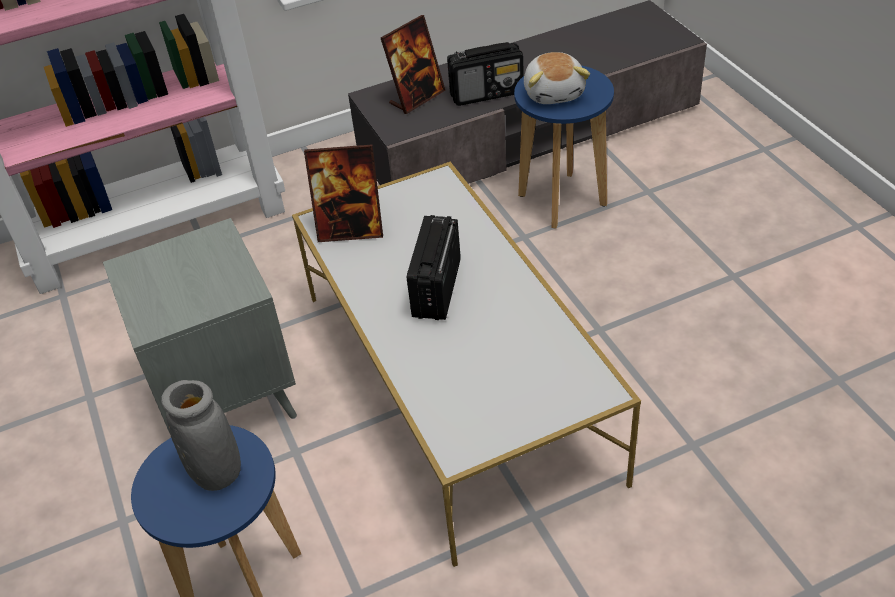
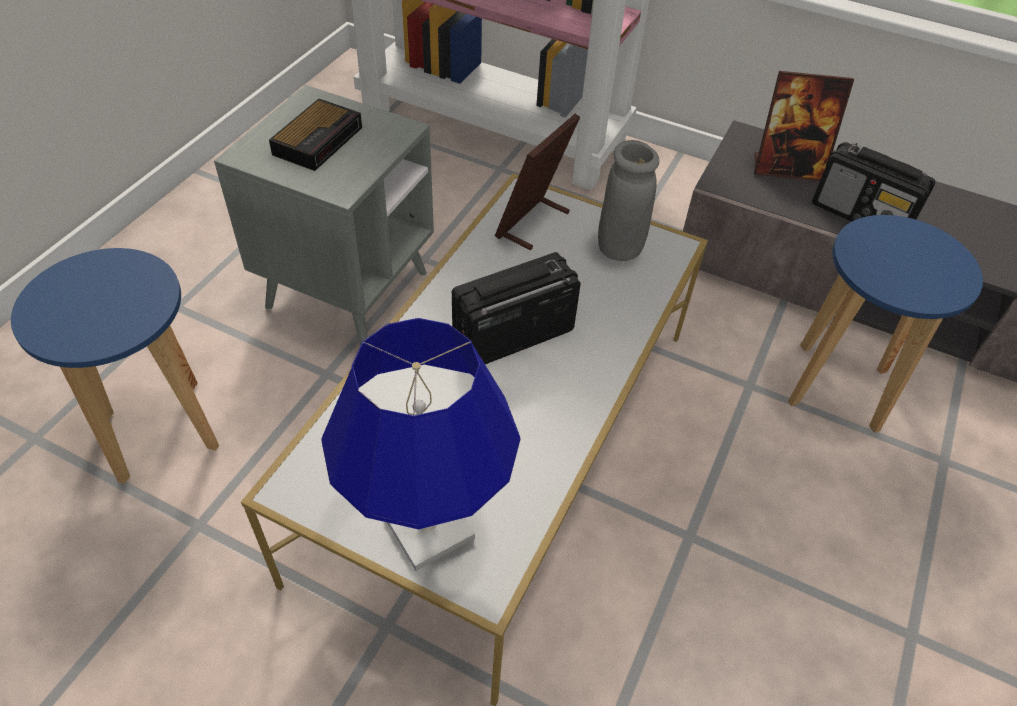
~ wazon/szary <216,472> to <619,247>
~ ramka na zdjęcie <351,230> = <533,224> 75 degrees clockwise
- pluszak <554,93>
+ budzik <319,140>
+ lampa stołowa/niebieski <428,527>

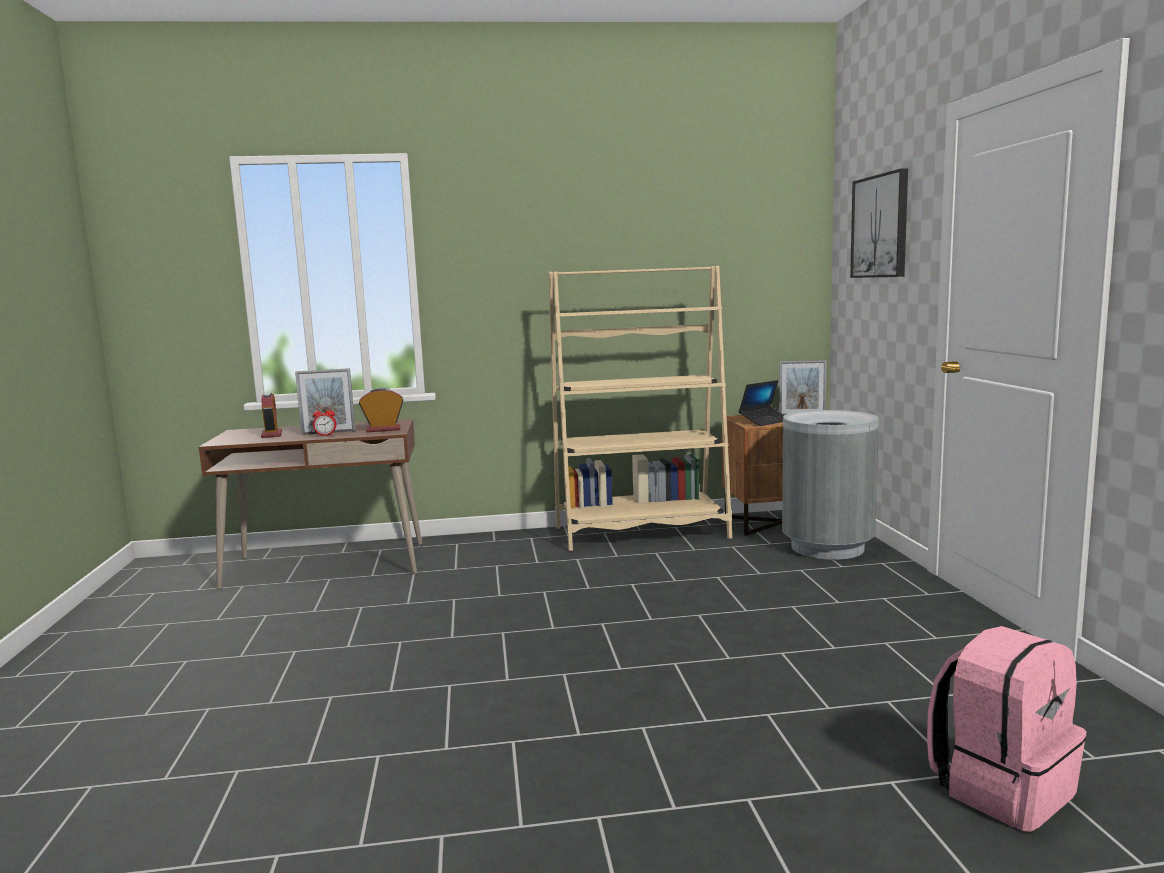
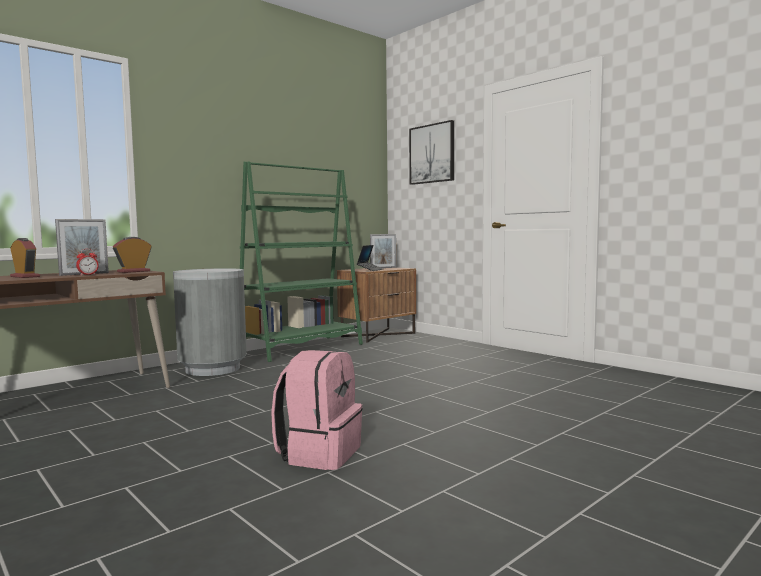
~ regał/beżowy <641,533> to regał/zielony <302,348>
~ kosz na śmieci/szary <827,547> to <213,369>
~ plecak/różowy <1001,788> to <319,453>

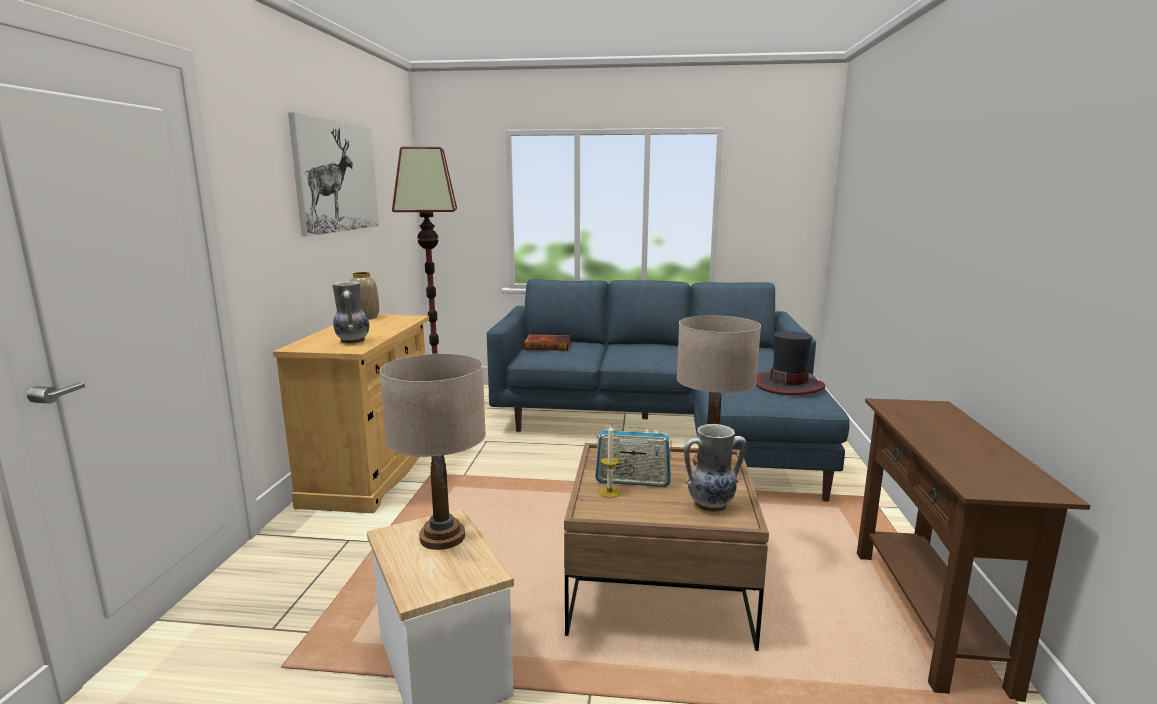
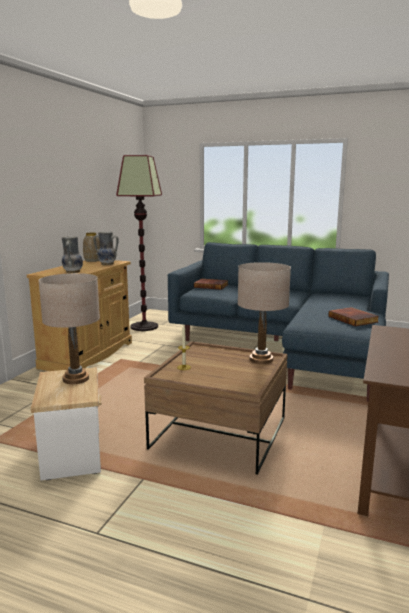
- obraz <337,177>
- radio <633,481>
~ wazon <711,505> to <107,264>
~ kapelusz <788,385> to książka <353,319>

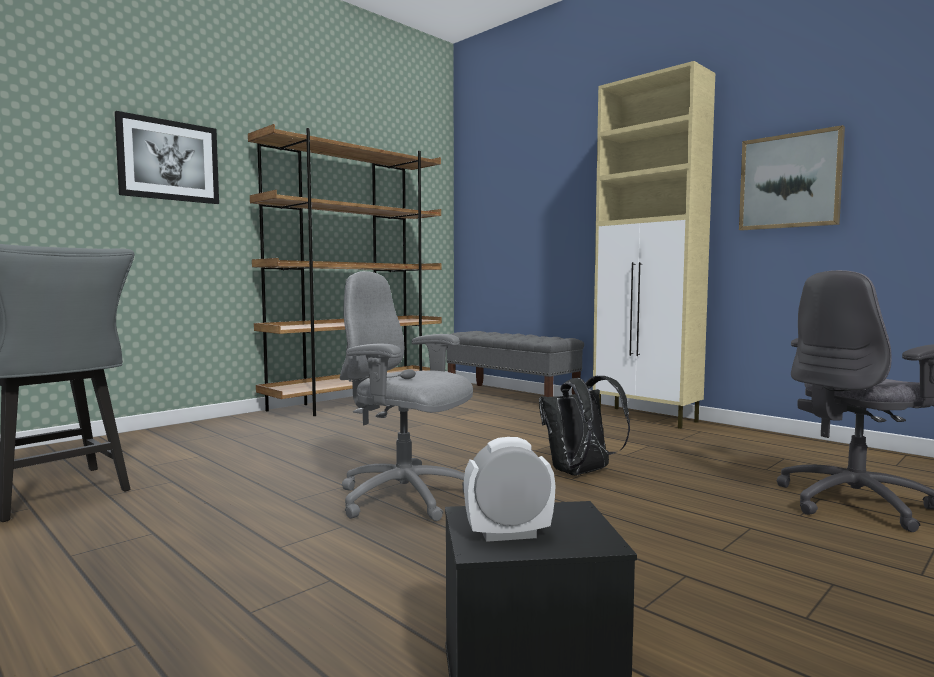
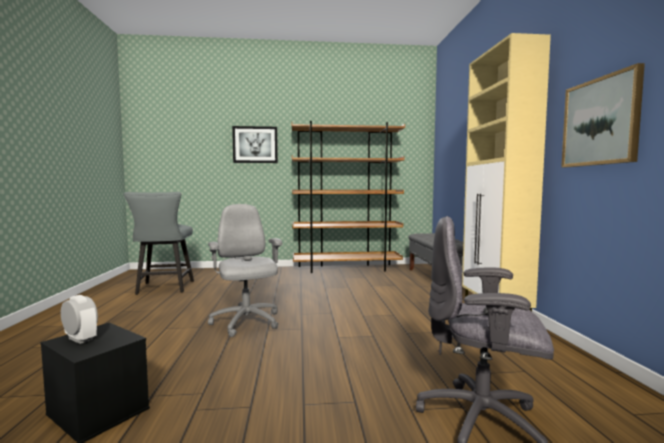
- plecak/czarny <580,473>

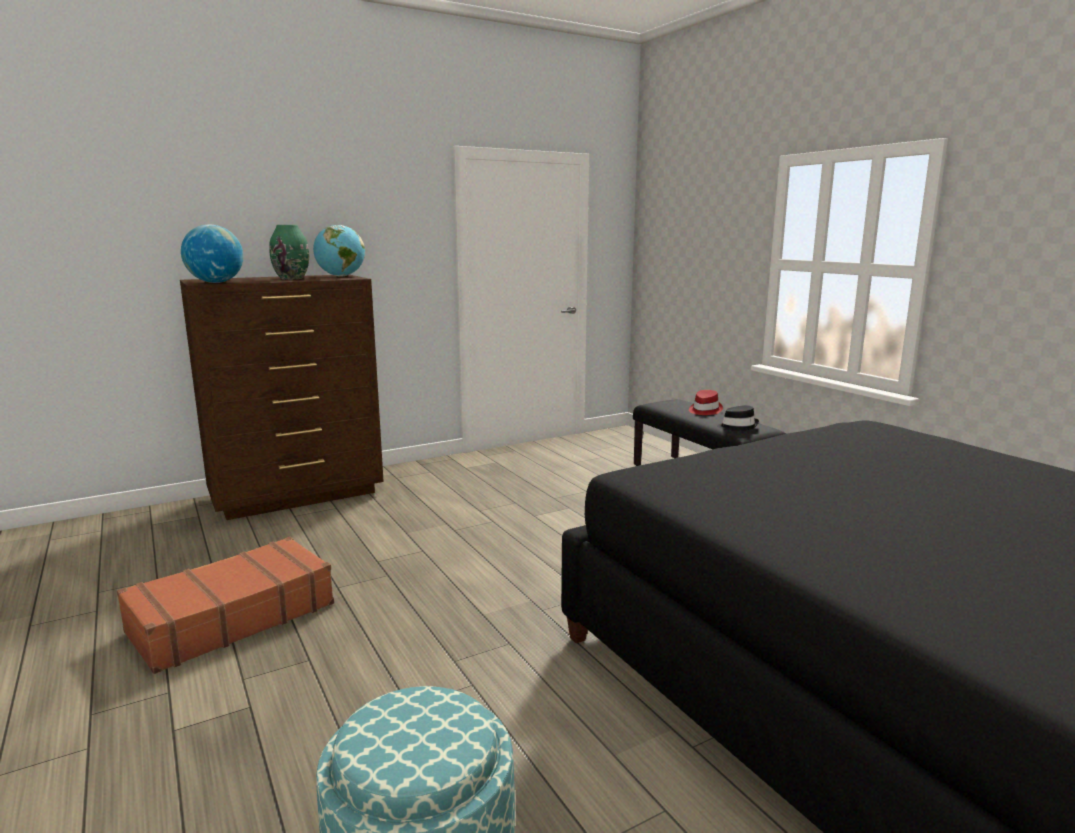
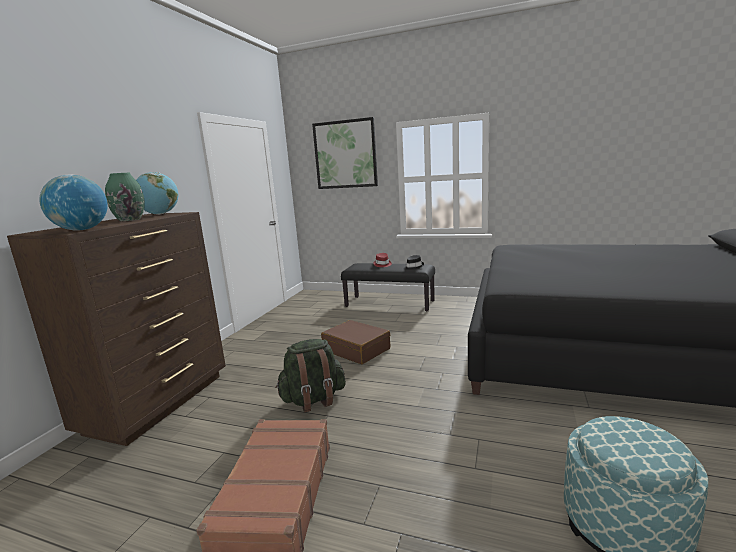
+ plecak/zielony <313,399>
+ obraz <345,154>
+ walizka/brązowy <356,349>

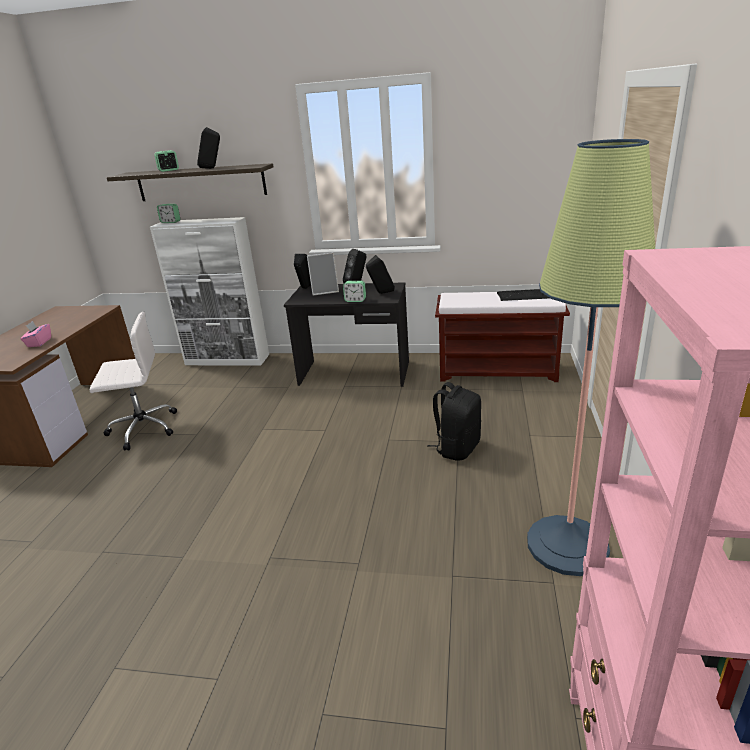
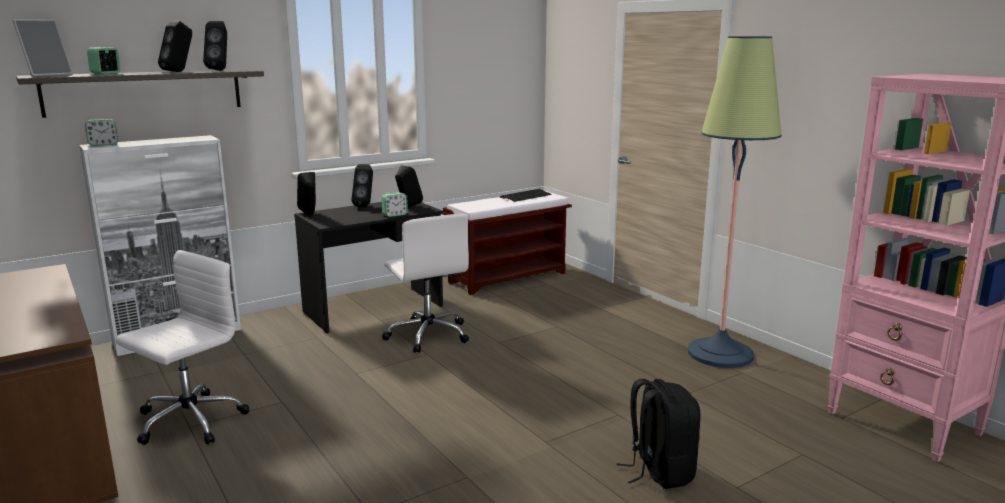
- pudełko chusteczek/różowy <39,342>
~ ramka na zdjęcie <325,291> to <47,75>
~ plecak/czarny <457,448> to <659,471>
+ głośnik/czarny <220,70>
+ krzesło biurowe/biały <428,335>

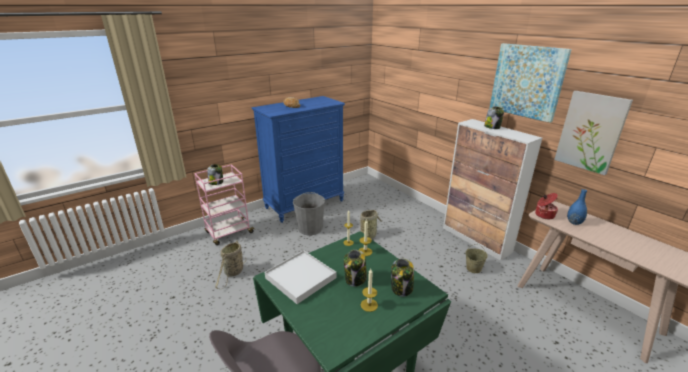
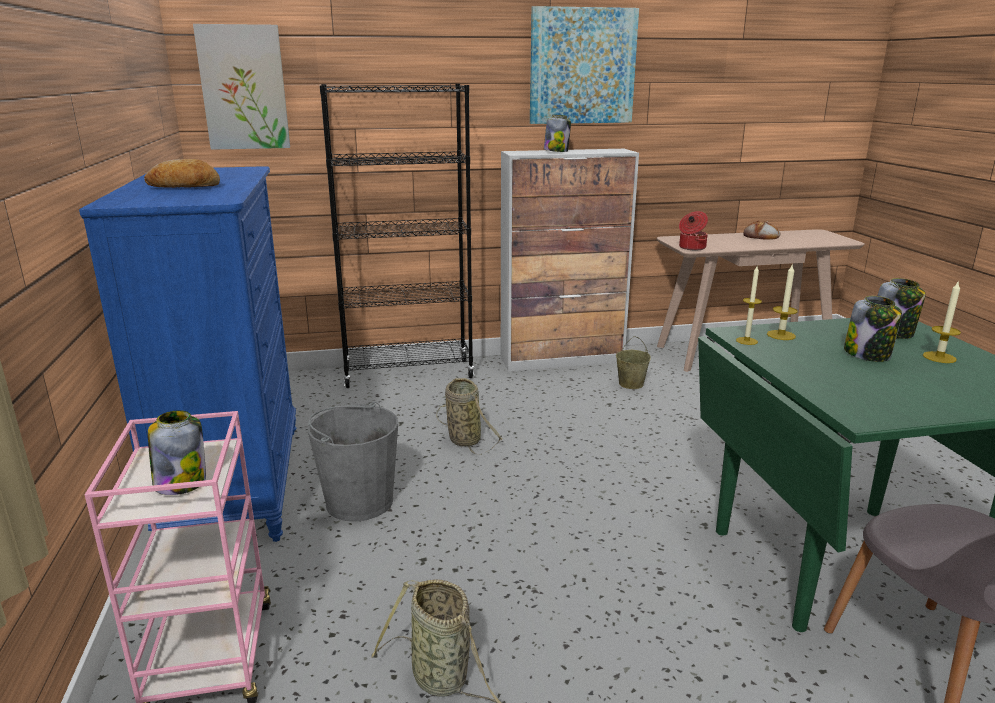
- taca/biały <300,278>
~ obraz <591,132> to <244,88>
- wazon/niebieski <574,222>
+ regał/czarny <408,374>
+ chleb <761,236>

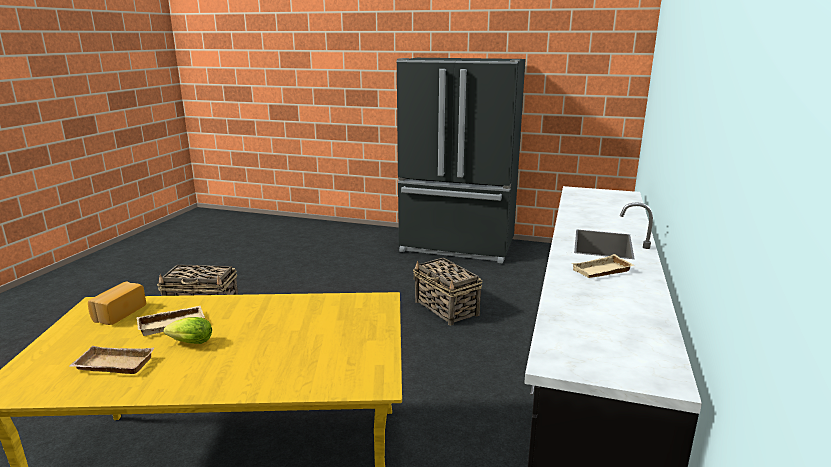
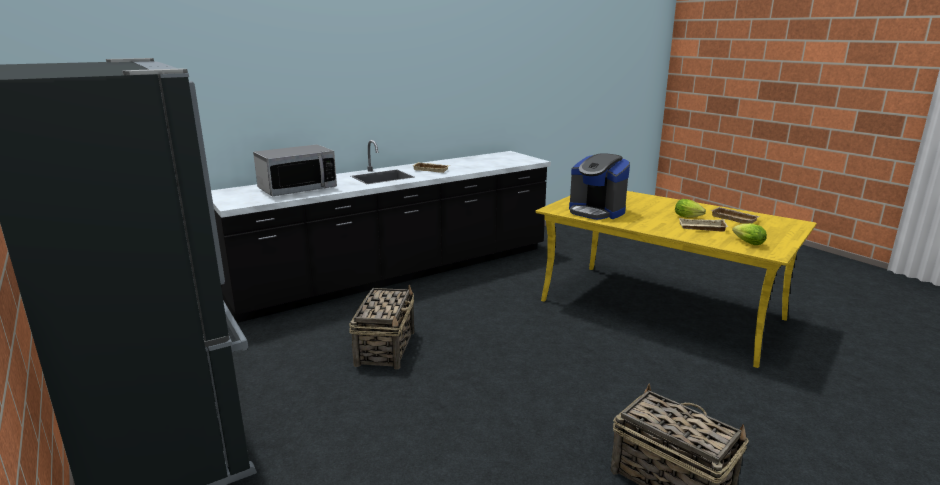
~ chleb <118,313> to sałata <746,242>
+ mikrofalówka <297,189>
+ ekspres do kawy <596,211>

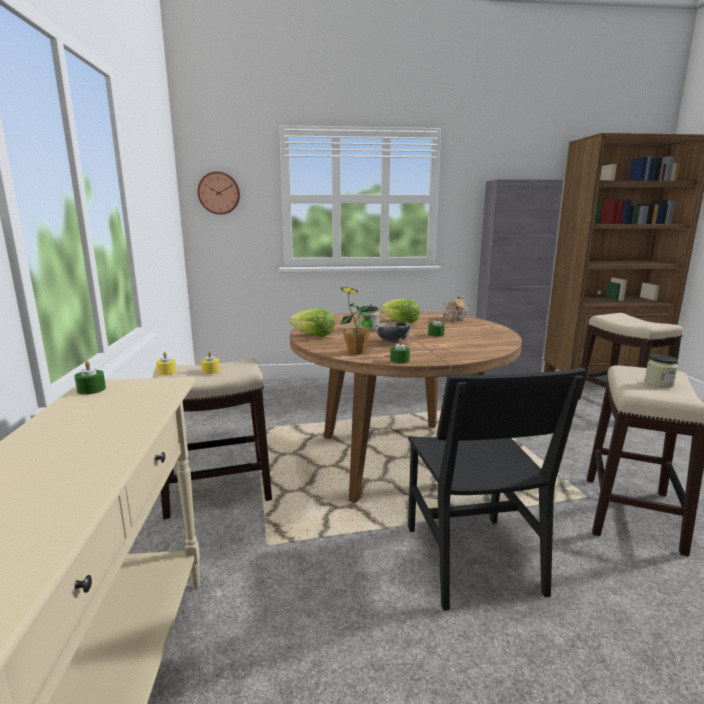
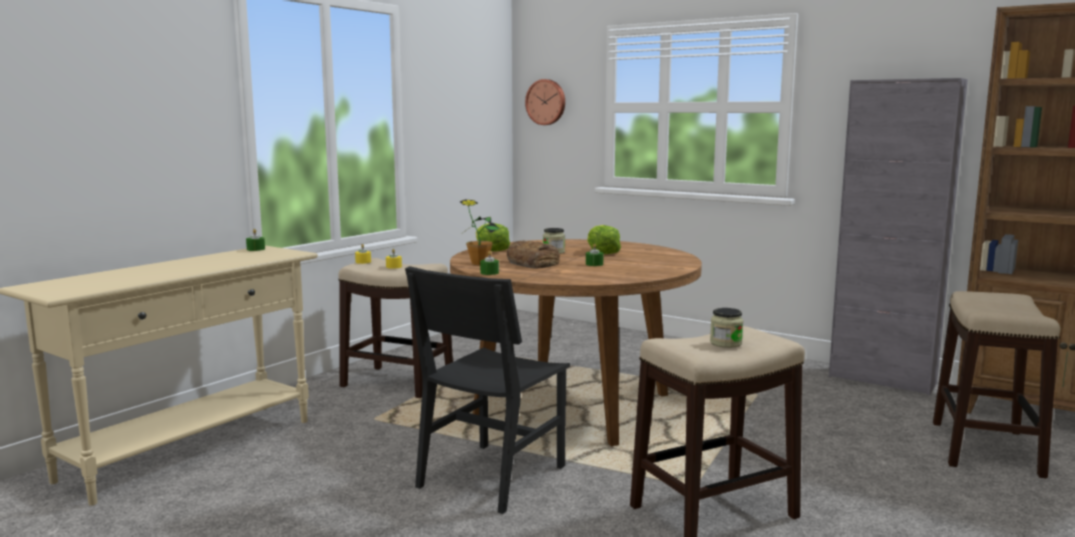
~ miska <392,342> to chleb <533,263>
- imbryk <453,319>

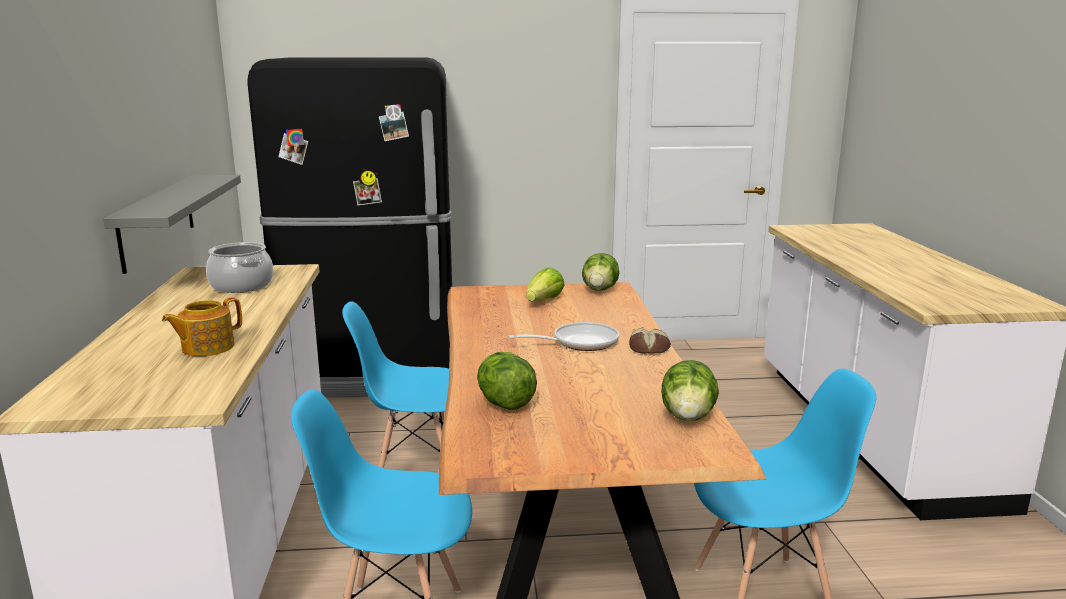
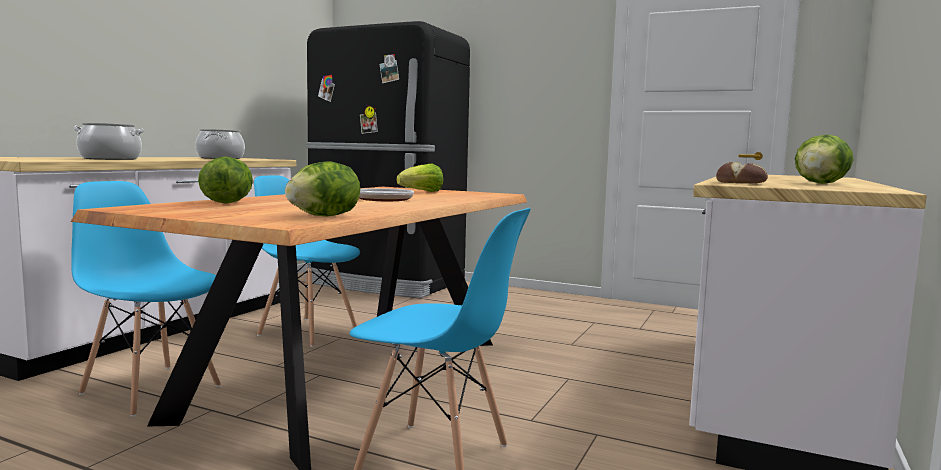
- półka/szary <157,221>
~ imbryk <206,347> to garnek <110,159>
~ sałata <600,290> to <820,183>
~ chleb <649,347> to <742,183>

